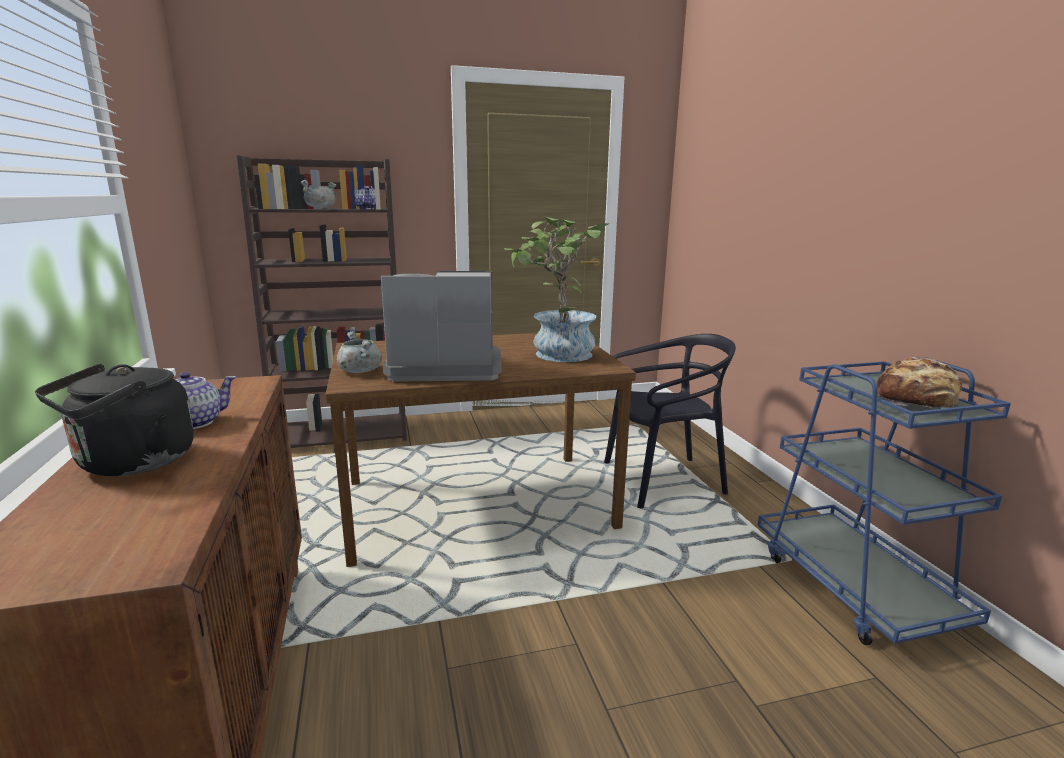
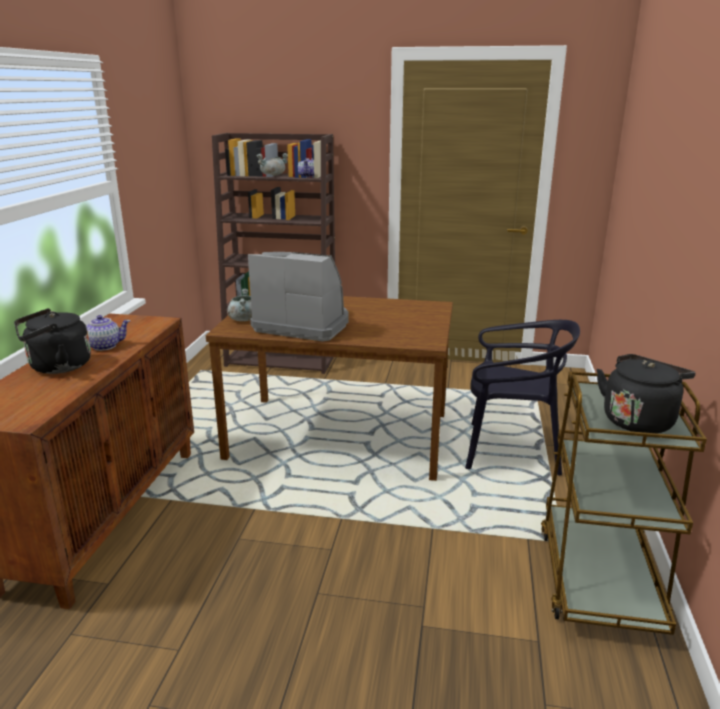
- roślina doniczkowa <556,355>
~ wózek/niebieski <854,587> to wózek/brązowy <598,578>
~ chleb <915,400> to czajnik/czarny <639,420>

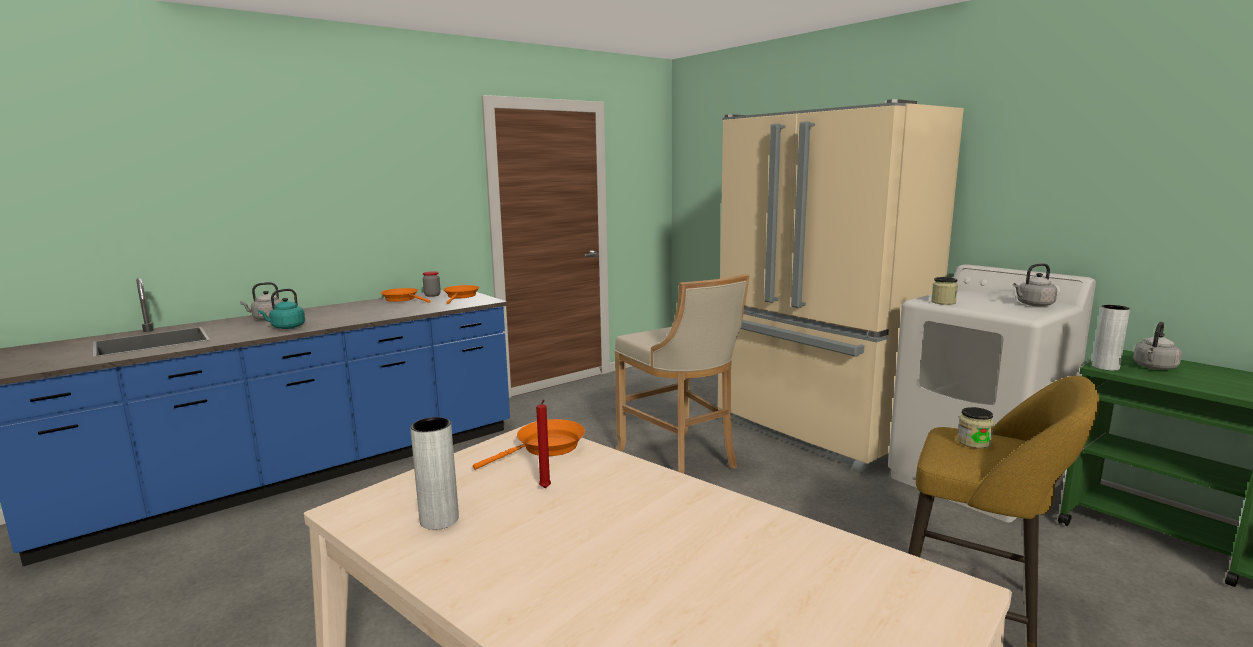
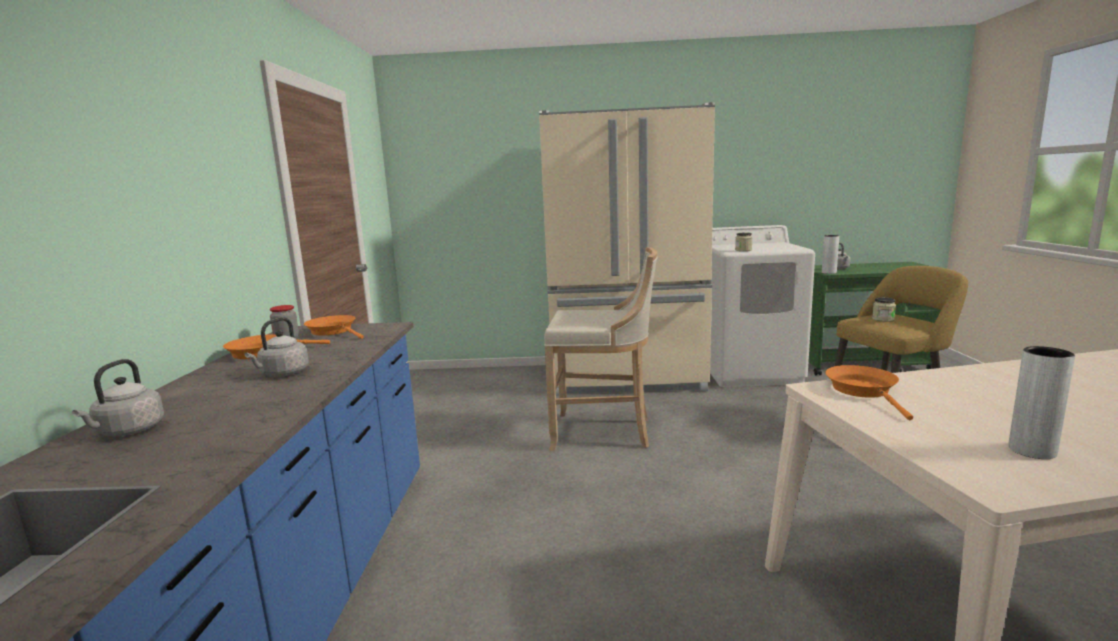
- czajnik/turkusowy <286,327>
- świeca/czerwony <545,489>
~ czajnik/szary <1033,305> to <283,373>

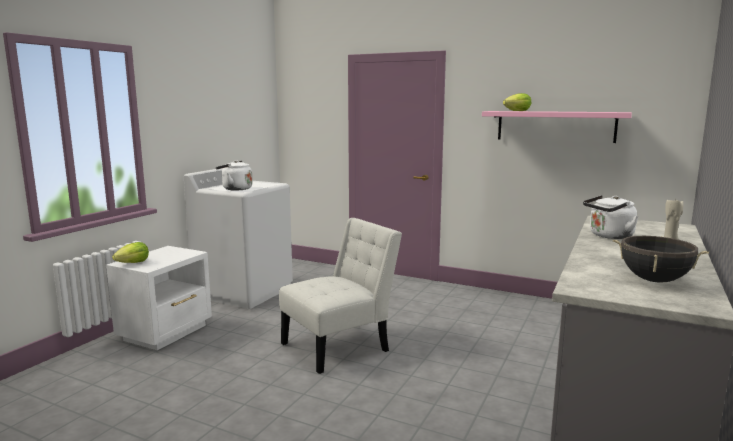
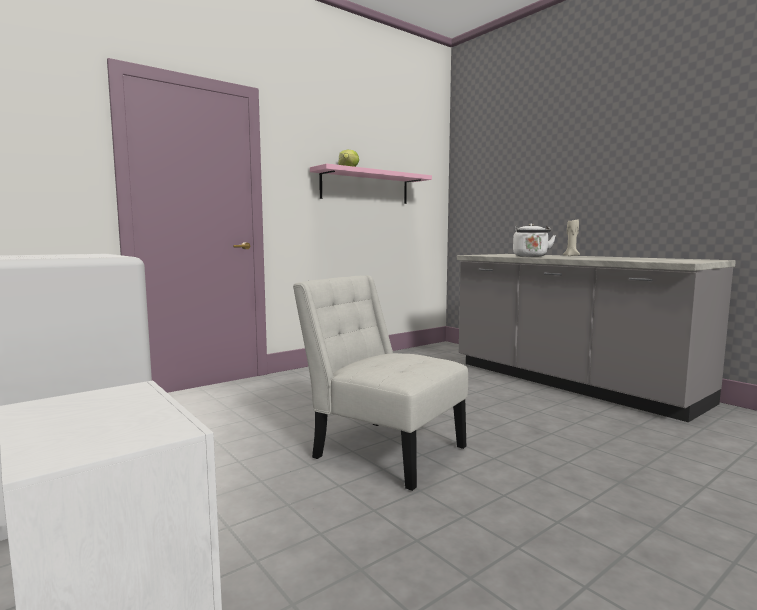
- sałata <133,263>
- czajnik/biały <235,189>
~ krzesło/biały <340,346> = <383,450> 45 degrees counterclockwise
- garnek/czarny <654,280>

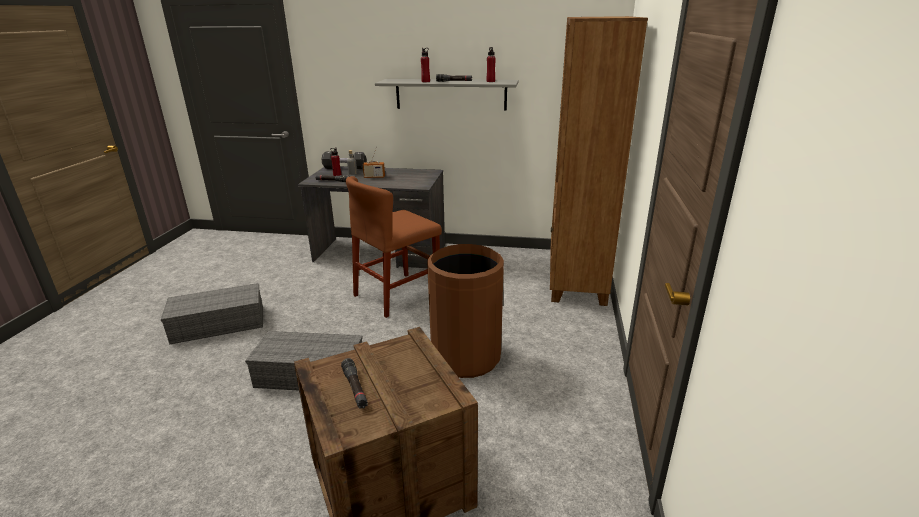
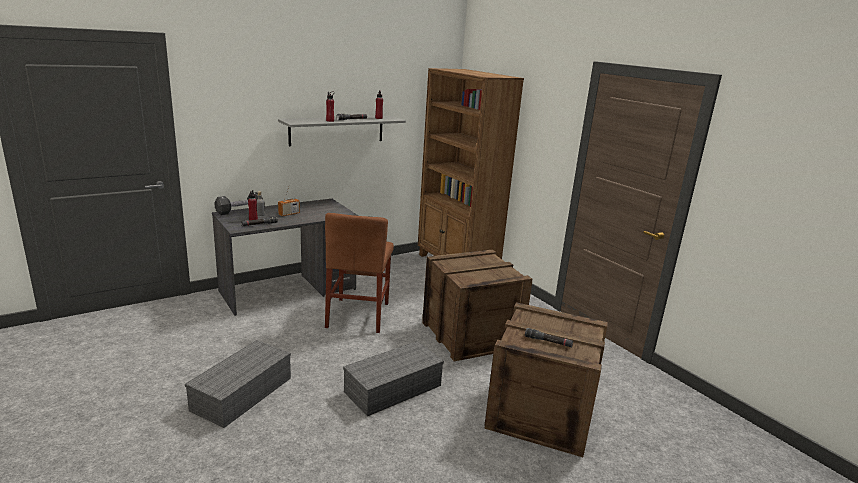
~ kosz na śmieci/brązowy <466,357> to skrzynka <471,335>

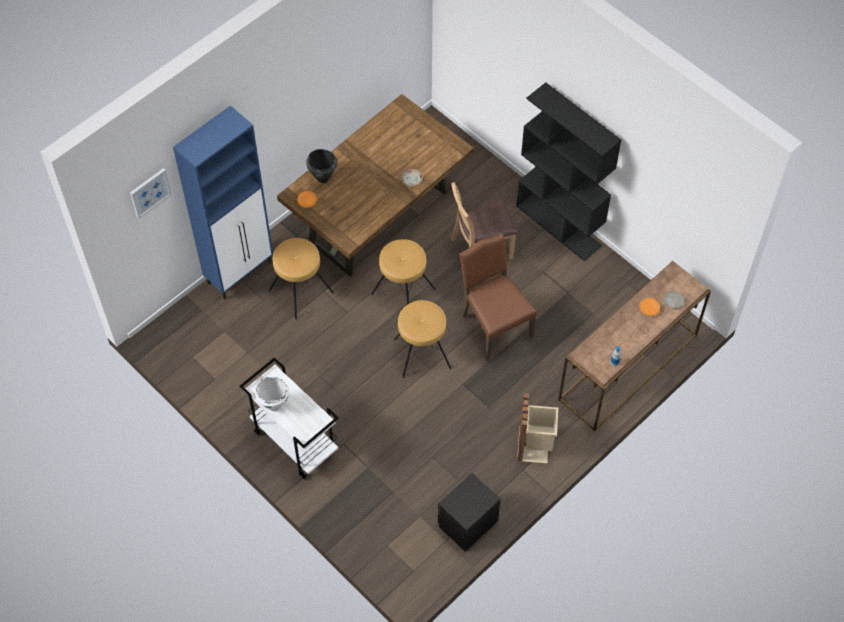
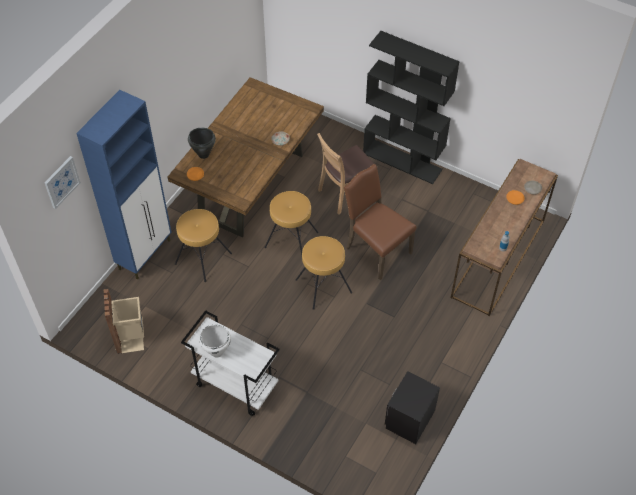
~ kosz na śmieci/beżowy <535,446> to <131,338>

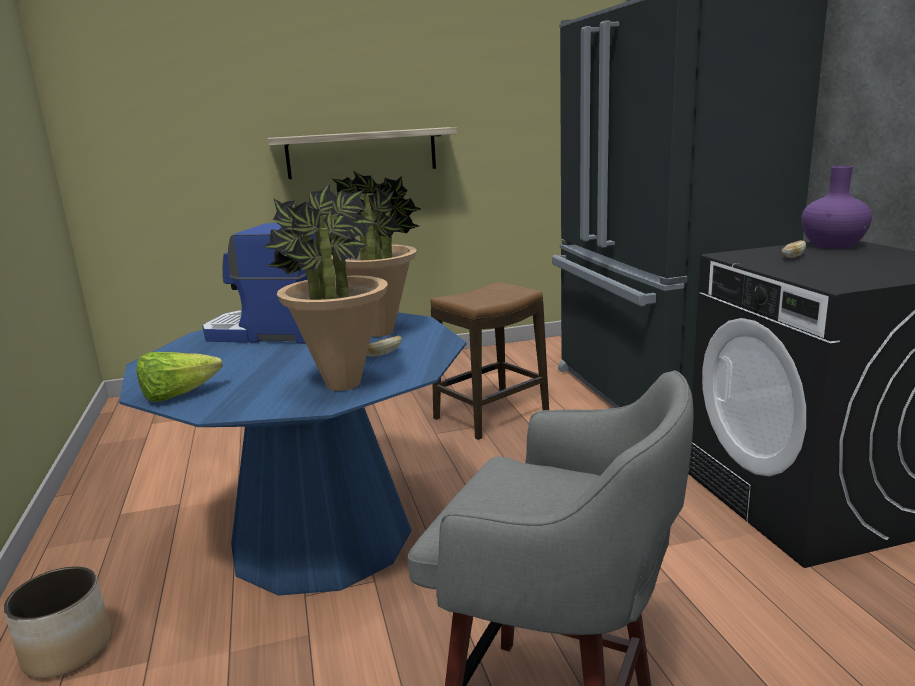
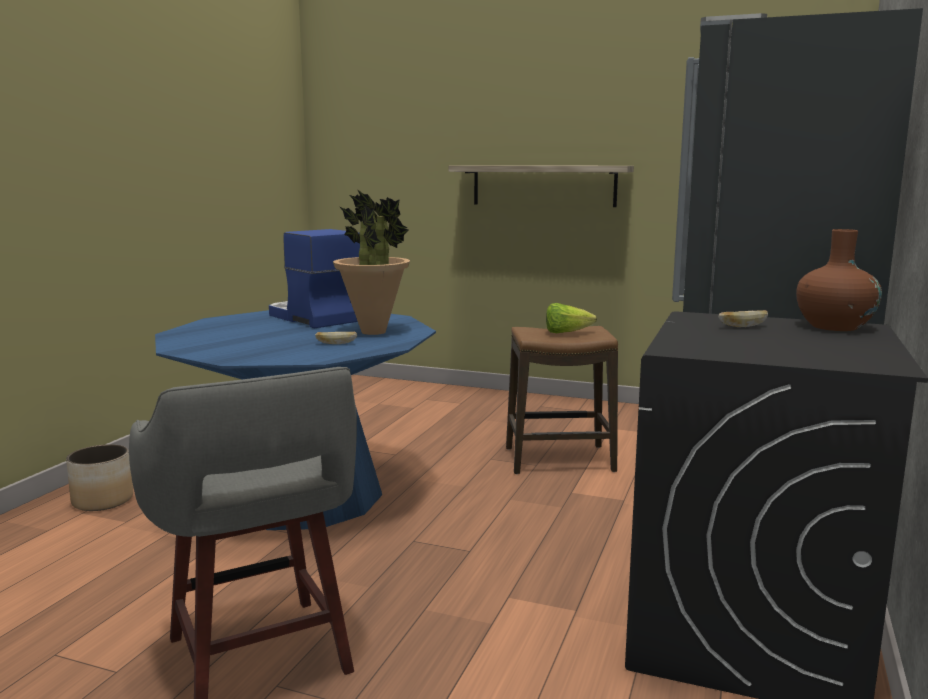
~ sałata <178,395> to <566,333>
- roślina doniczkowa <342,384>
~ wazon/fioletowy <832,245> to wazon/brązowy <834,326>

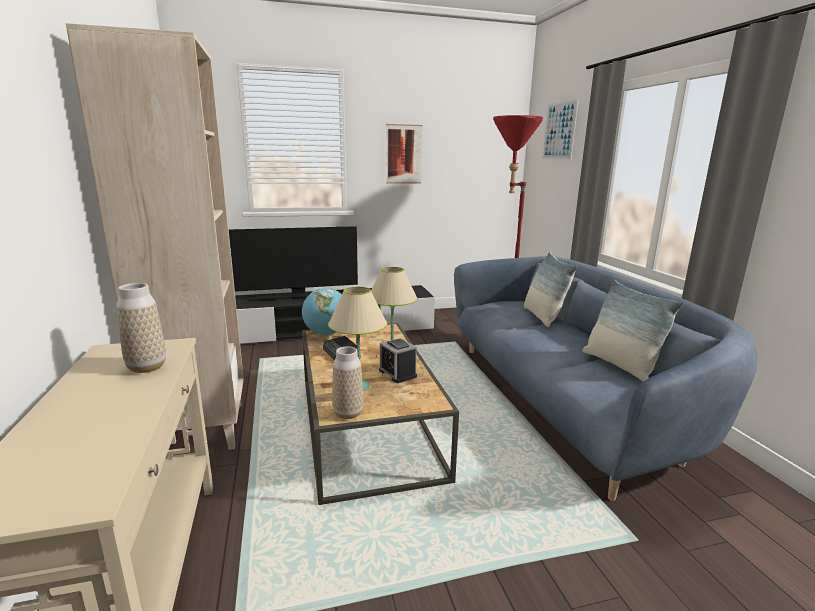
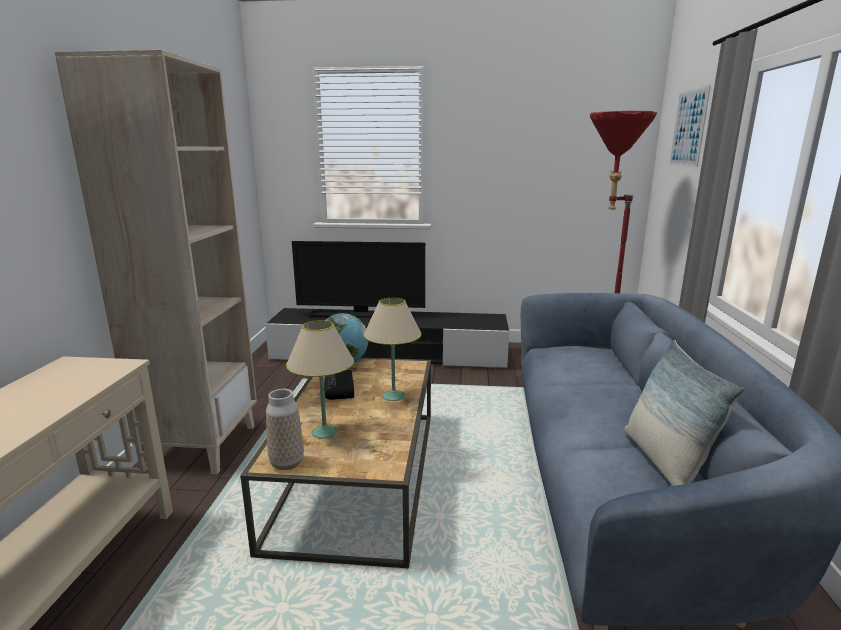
- wazon <147,367>
- budzik <397,373>
- obraz <404,154>
- poduszka <543,317>

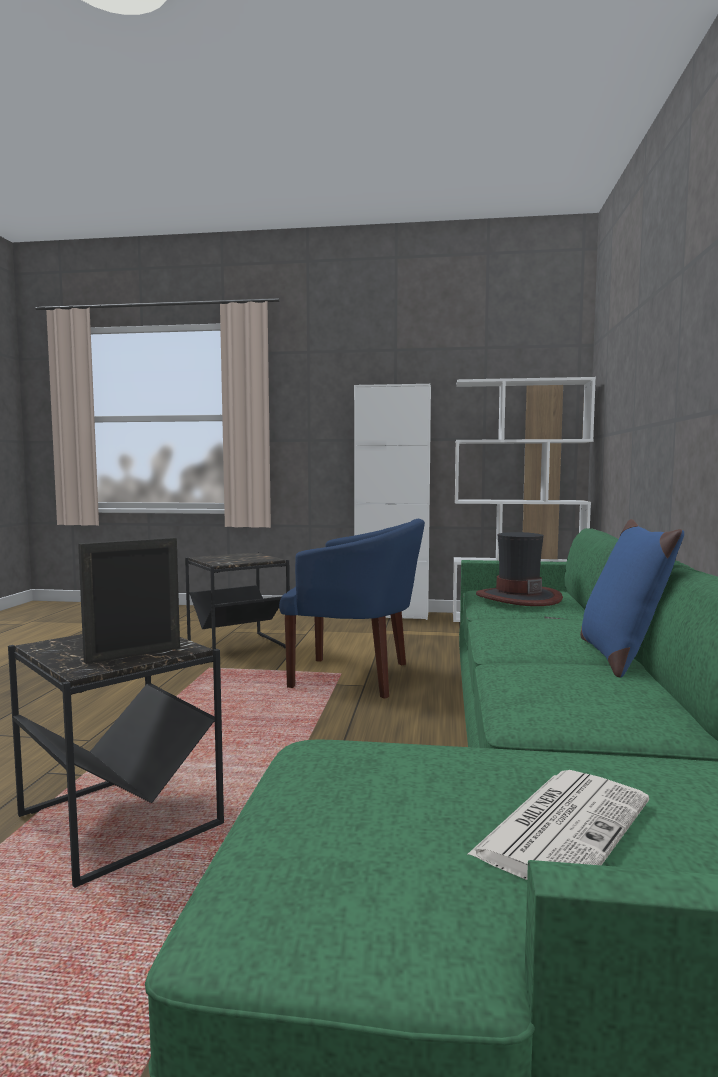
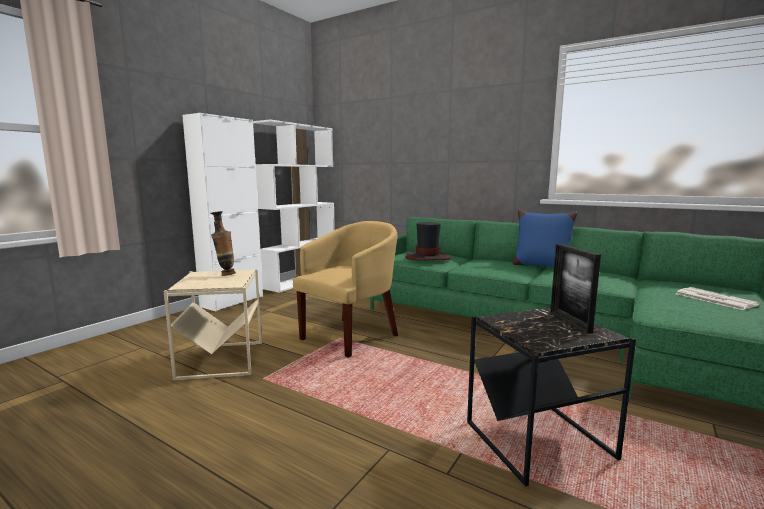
~ stolik/czarny <237,647> to stolik/beżowy <221,361>
~ fotel/niebieski <355,677> to fotel/żółty <351,335>
+ wazon <225,275>

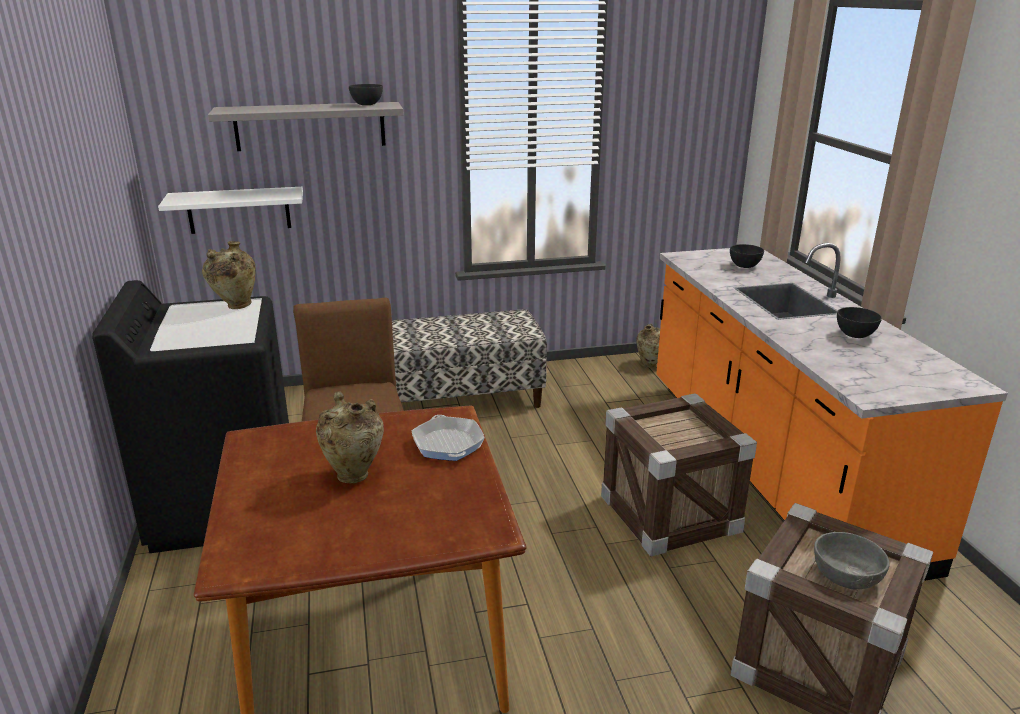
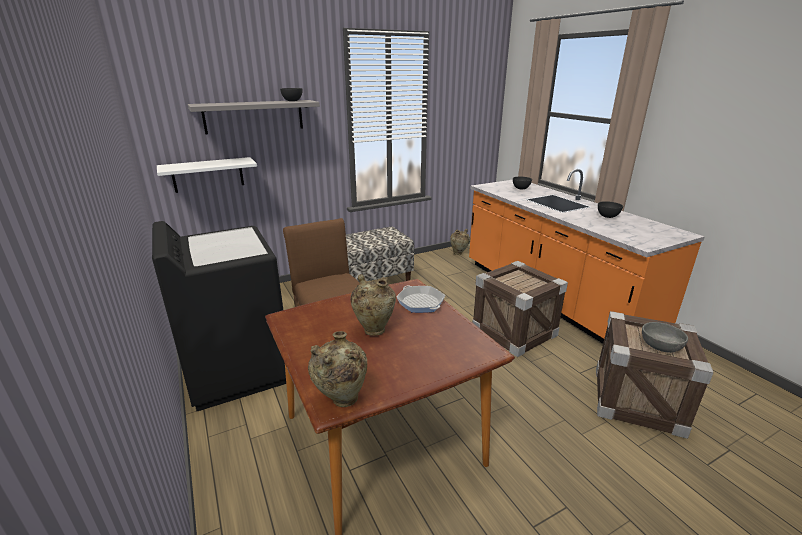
~ wazon/beżowy <235,306> to <341,401>

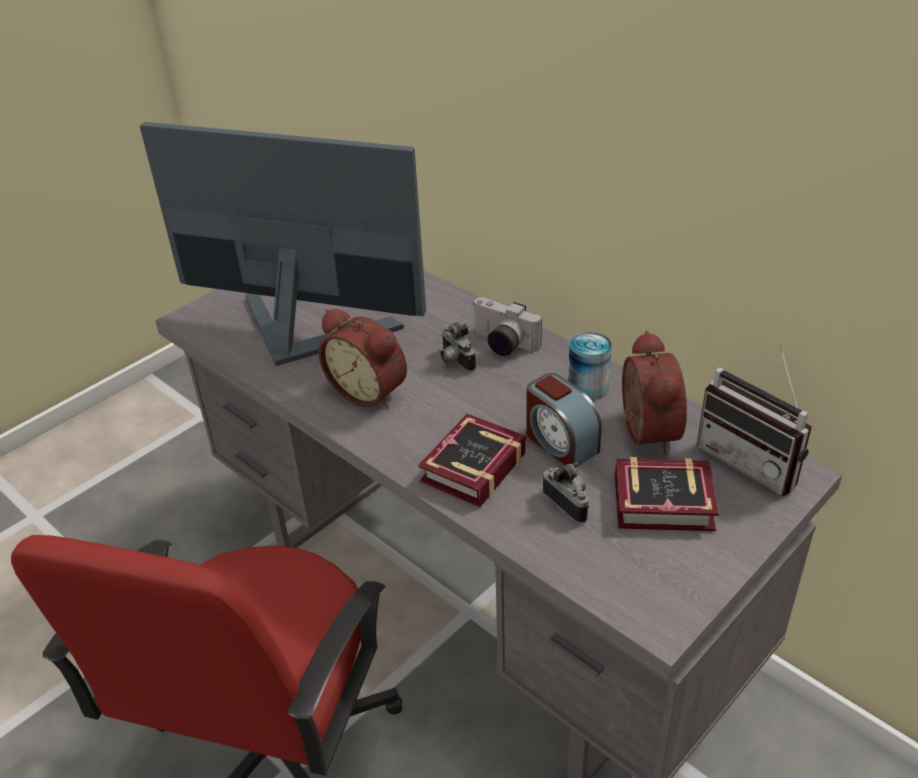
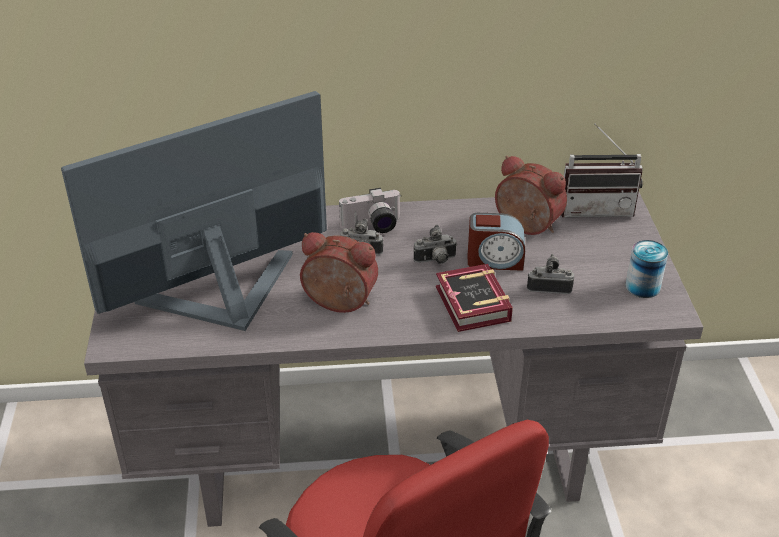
~ budzik <370,391> = <338,304> 150 degrees counterclockwise
~ puszka <587,387> to <642,286>
- książka <668,505>
+ aparat fotograficzny <435,261>

